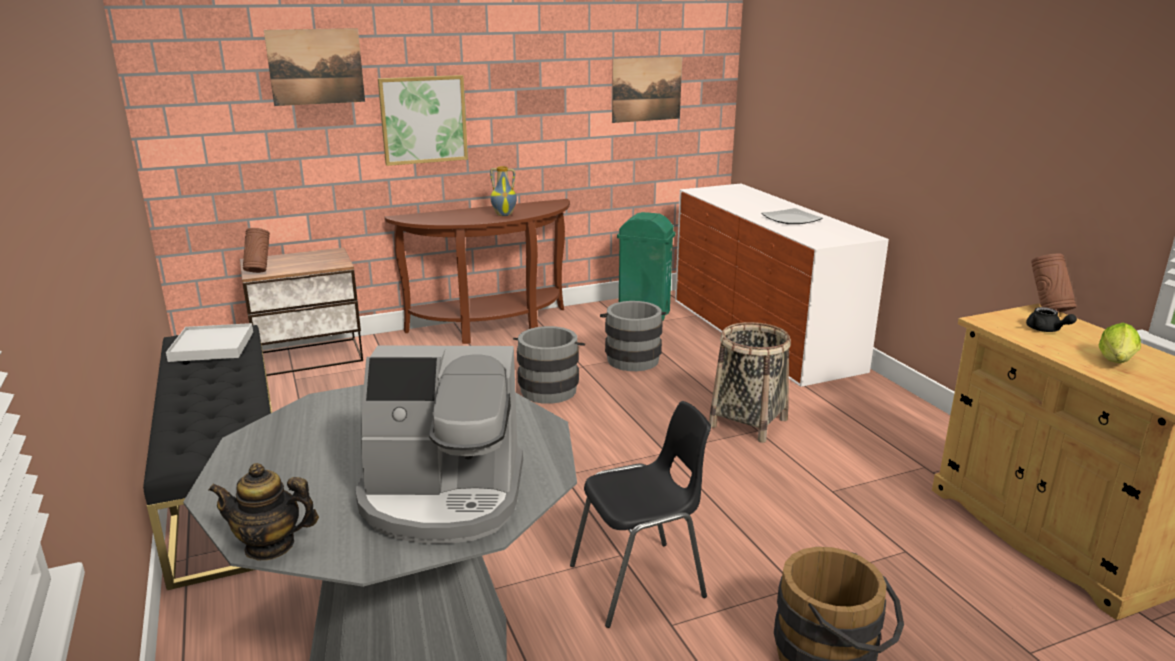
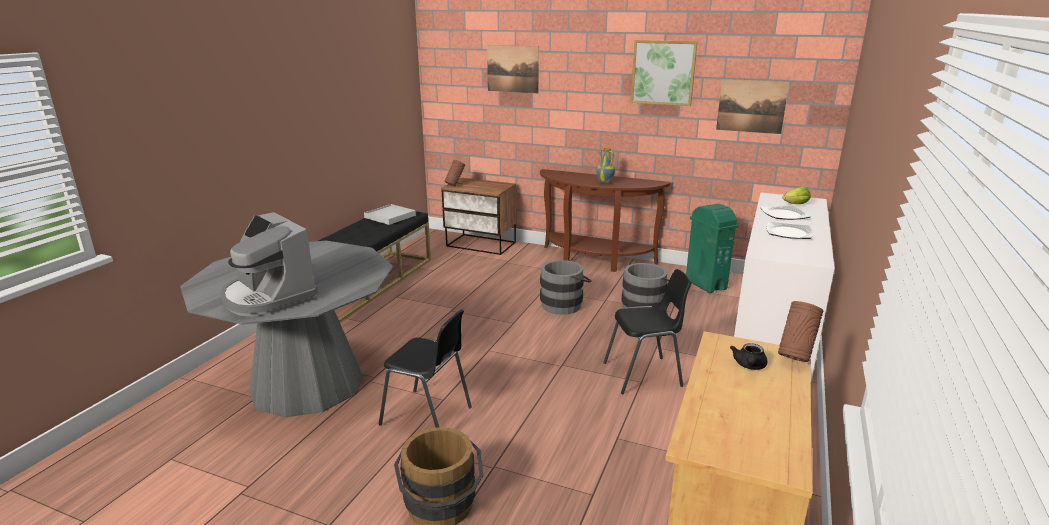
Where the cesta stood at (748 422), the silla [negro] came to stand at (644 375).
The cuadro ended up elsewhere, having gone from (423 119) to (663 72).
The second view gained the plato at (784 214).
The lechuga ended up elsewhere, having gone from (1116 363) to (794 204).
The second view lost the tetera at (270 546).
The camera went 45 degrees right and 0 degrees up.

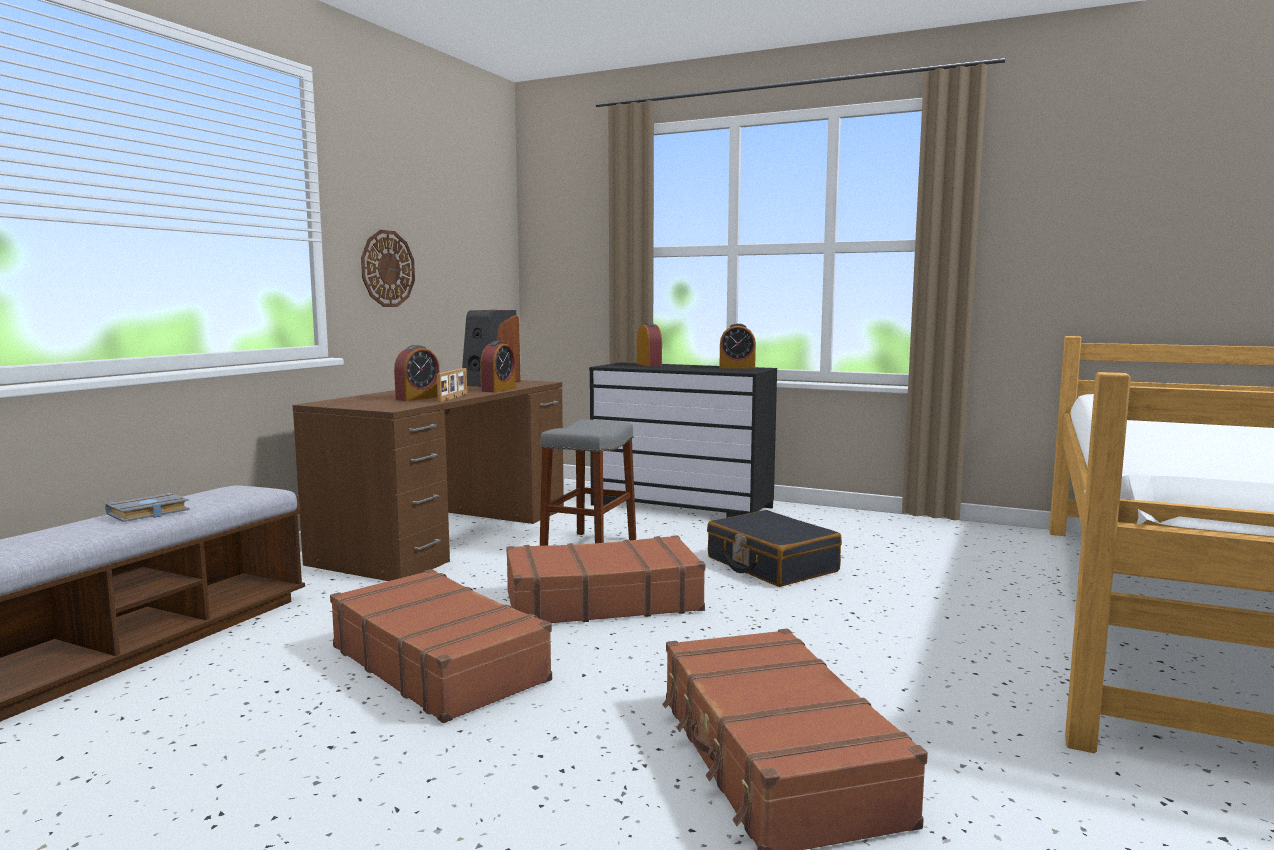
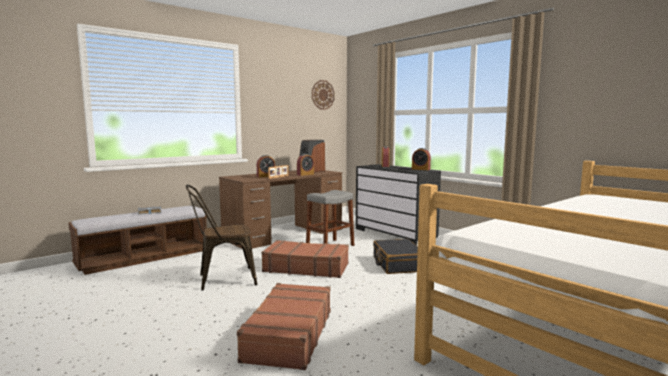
Where the maleta [marrón] stood at (439 663), the silla [marrón] came to stand at (222 279).
The reloj de pared ended up elsewhere, having gone from (387 268) to (322 95).
The camera went 25 degrees right and 0 degrees up.

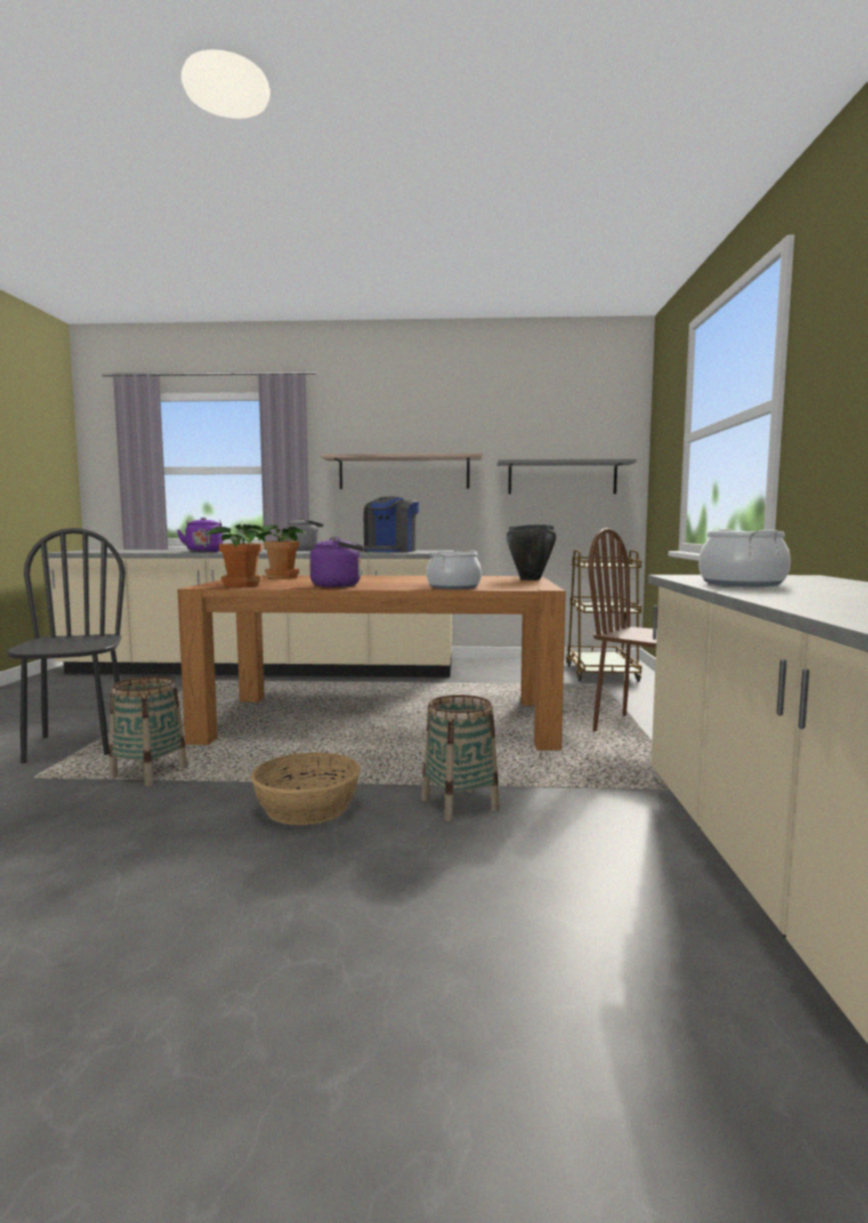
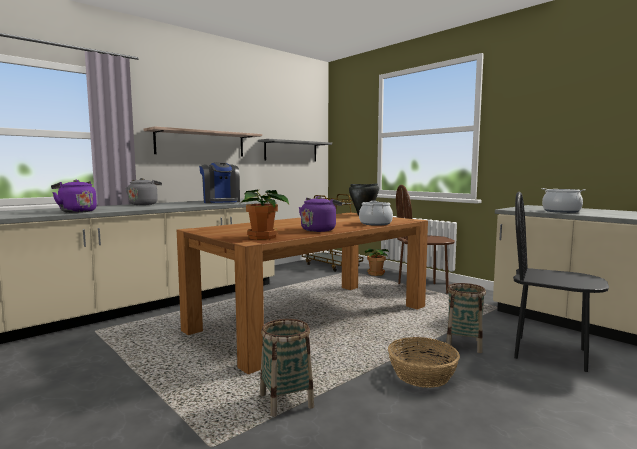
The planta en maceta ended up elsewhere, having gone from (283 577) to (376 273).
The silla [negro] ended up elsewhere, having gone from (76 746) to (550 353).
The camera went 45 degrees left and 0 degrees up.

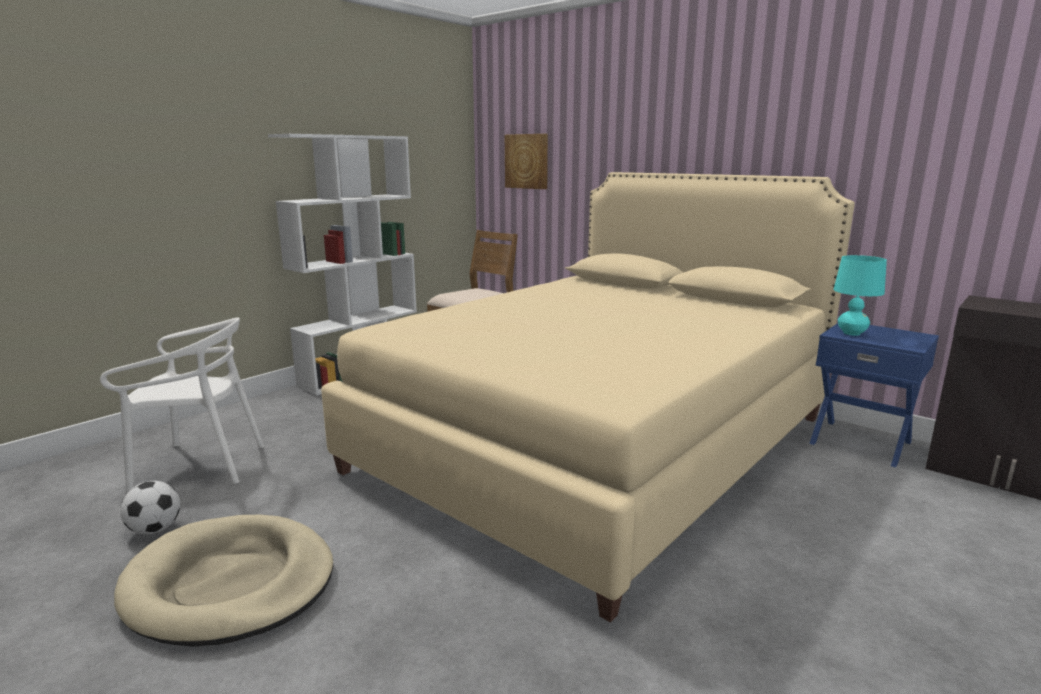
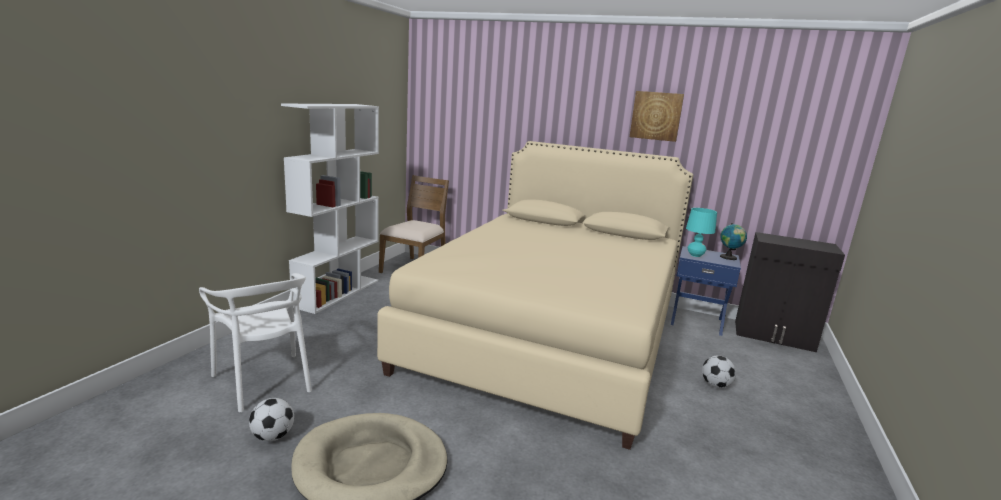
The silla [blanco] at (199 466) ended up facing another way, 75 degrees clockwise from before.
The cuadro ended up elsewhere, having gone from (527 161) to (656 116).
The second view gained the balón de fútbol at (715 385).
The second view gained the globo terráqueo at (729 257).
The camera went 20 degrees left and 0 degrees up.

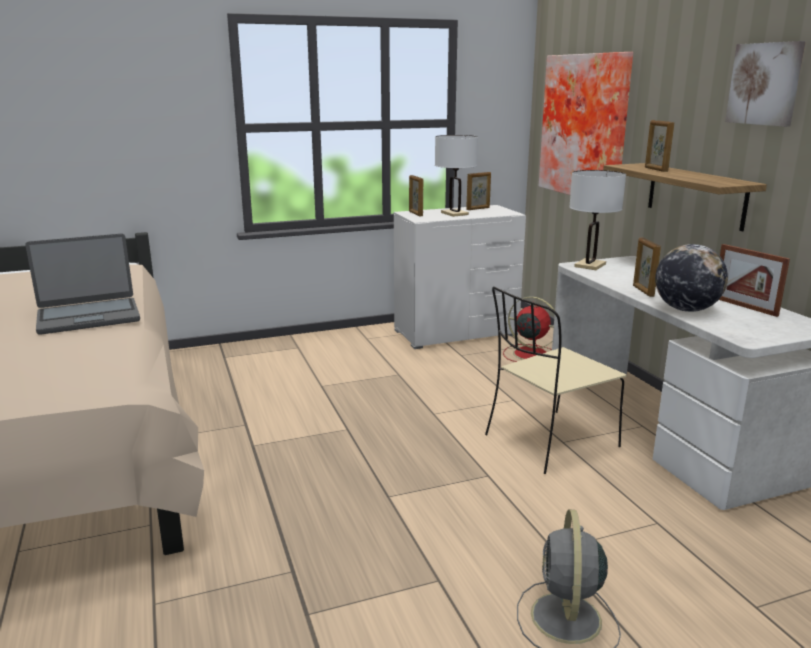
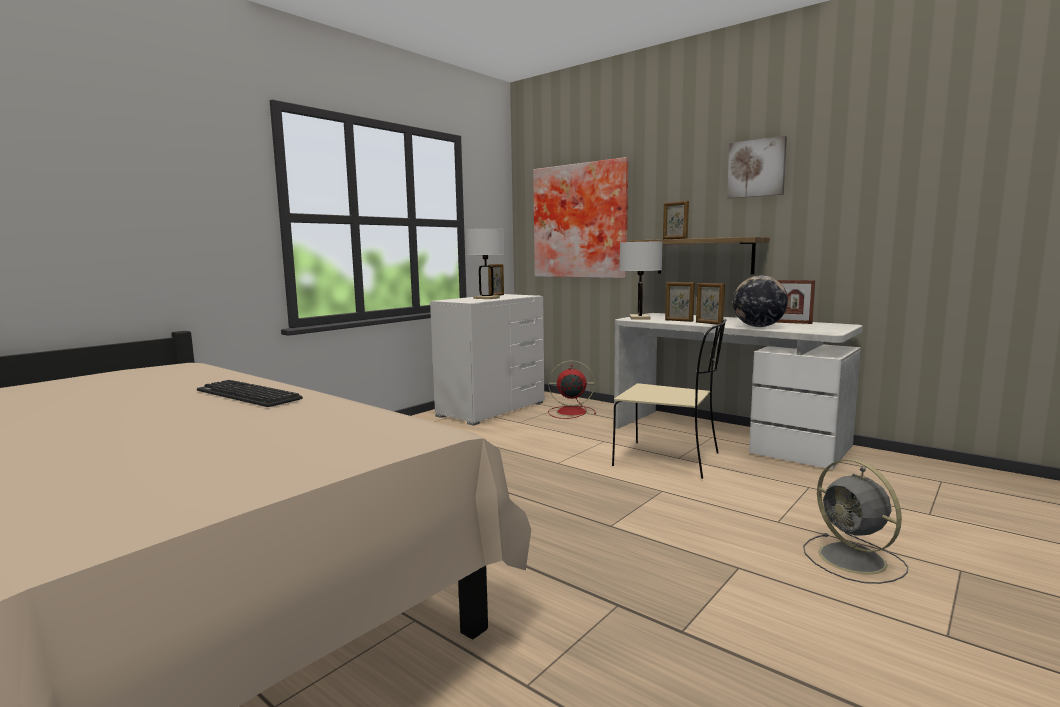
Where the portátil stood at (88 317), the teclado came to stand at (248 395).
The silla [beis] at (548 442) ended up facing another way, 90 degrees counterclockwise from before.
The portarretratos ended up elsewhere, having gone from (415 214) to (678 320).
The camera went 30 degrees left and 10 degrees down.

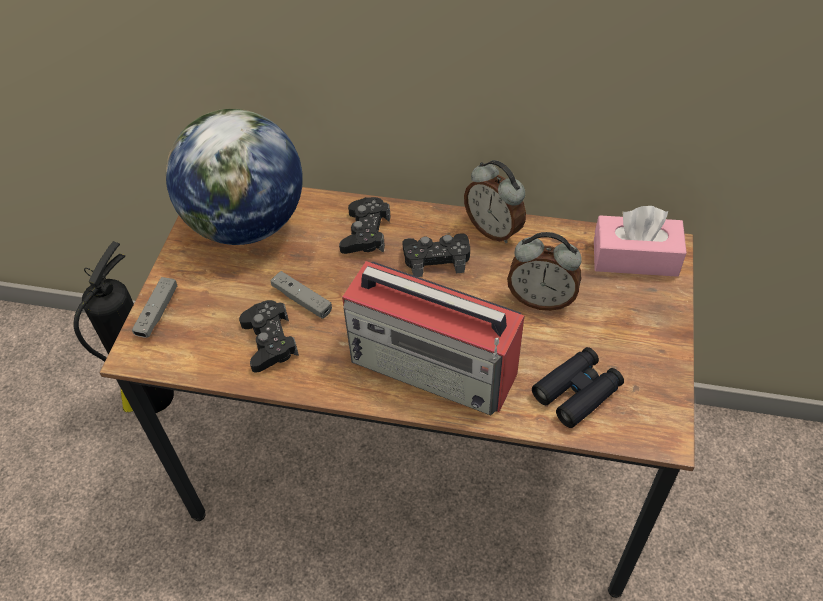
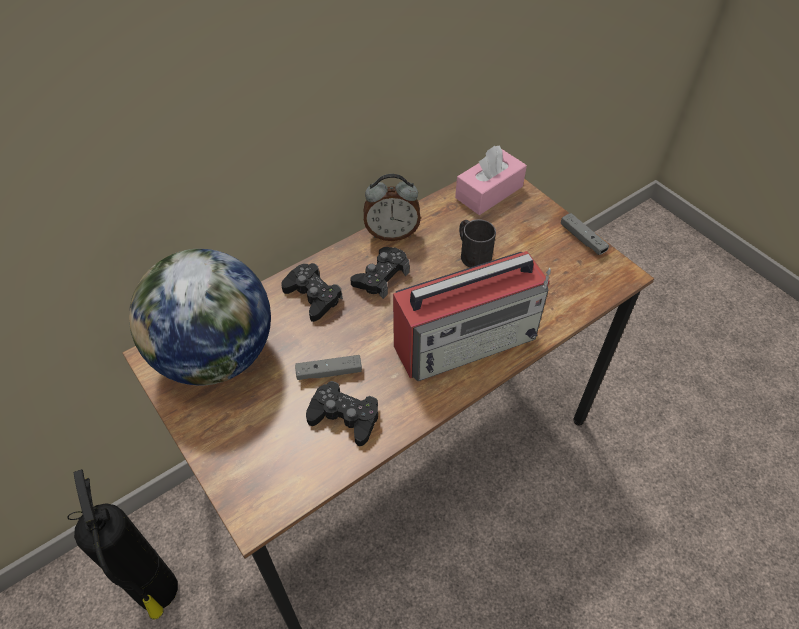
Where the despertador stood at (541 299), the taza grande [negro] came to stand at (472 253).
The mando de consola [gris] ended up elsewhere, having gone from (157 312) to (582 239).
The second view lost the prismáticos [negro] at (577 392).
The camera went 50 degrees left and 0 degrees up.

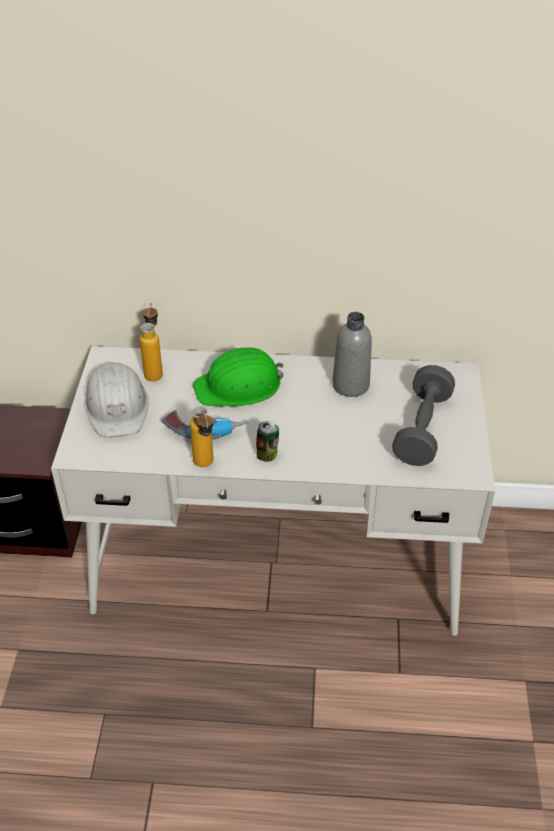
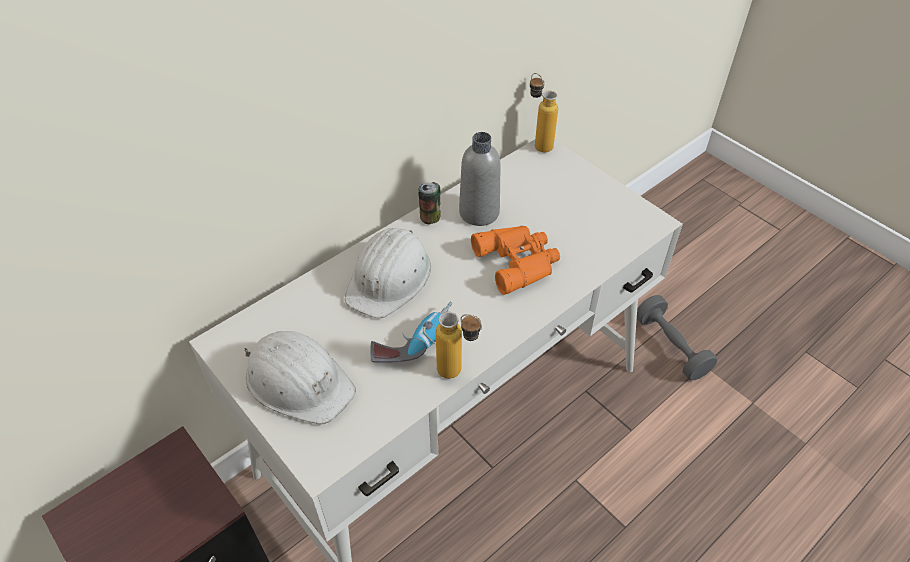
What was the casco [verde] at (239 386) turned into the casco [blanco] at (390 278).
The lata ended up elsewhere, having gone from (267 455) to (430 217).
The second view gained the prismáticos [naranja] at (518 261).
The botella ended up elsewhere, having gone from (155 370) to (538 143).
The mancuerna [gris] ended up elsewhere, having gone from (422 429) to (671 346).
The camera went 45 degrees left and 5 degrees up.

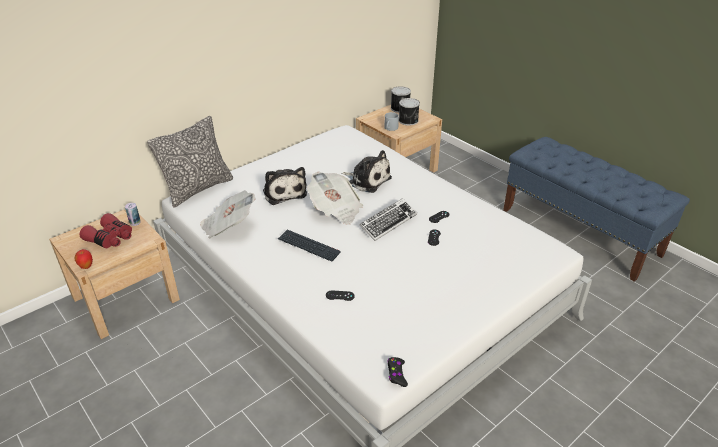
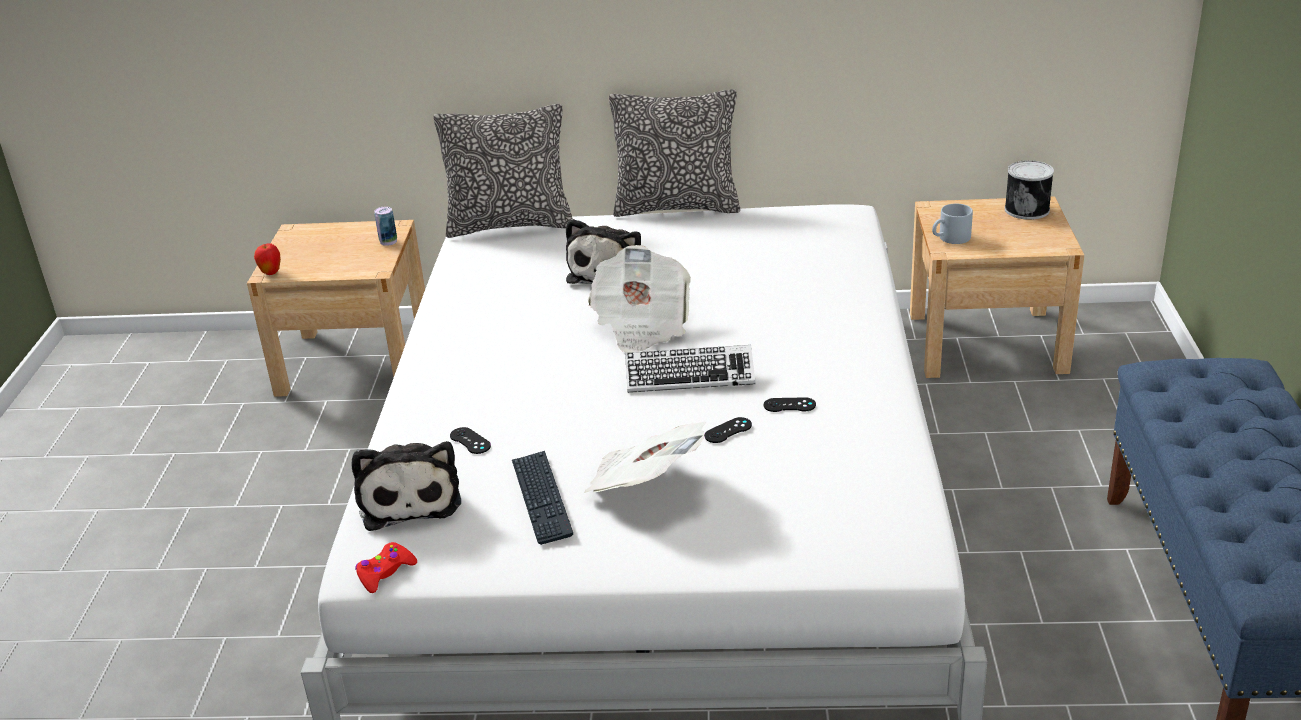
The peluche ended up elsewhere, having gone from (367 180) to (410 498).
What was the mando de consola [negro] at (396 374) turned into the mando de consola [rojo] at (385 573).
The teclado ended up elsewhere, having gone from (308 246) to (541 498).
The periódico ended up elsewhere, having gone from (228 226) to (646 484).
The second view gained the cojín at (677 207).
The second view lost the prismáticos [rojo] at (111 238).
The second view lost the lata at (408 121).
The camera went 45 degrees right and 5 degrees down.

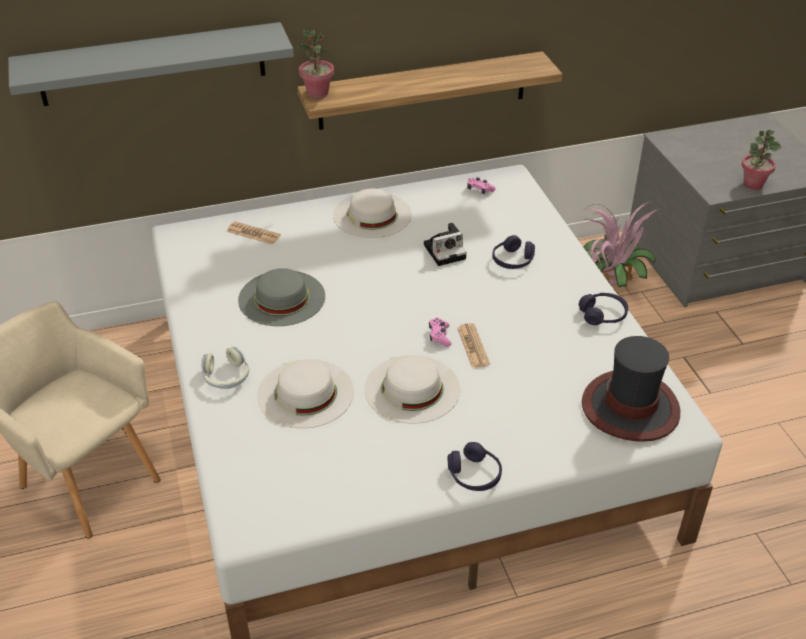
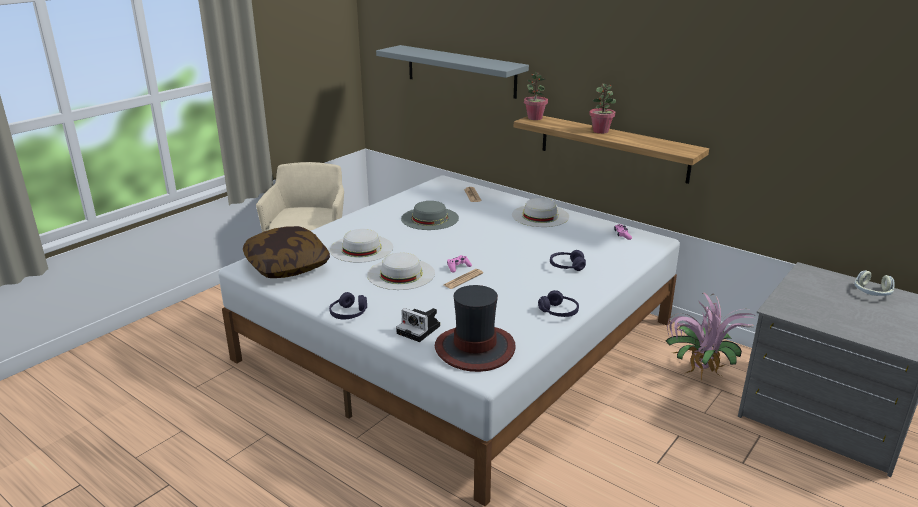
The second view gained the cojín at (287 266).
The cámara ended up elsewhere, having gone from (446 251) to (420 330).
The planta en maceta ended up elsewhere, having gone from (753 184) to (600 131).
The auriculares ended up elsewhere, having gone from (226 377) to (872 292).
The camera went 55 degrees right and 15 degrees down.

